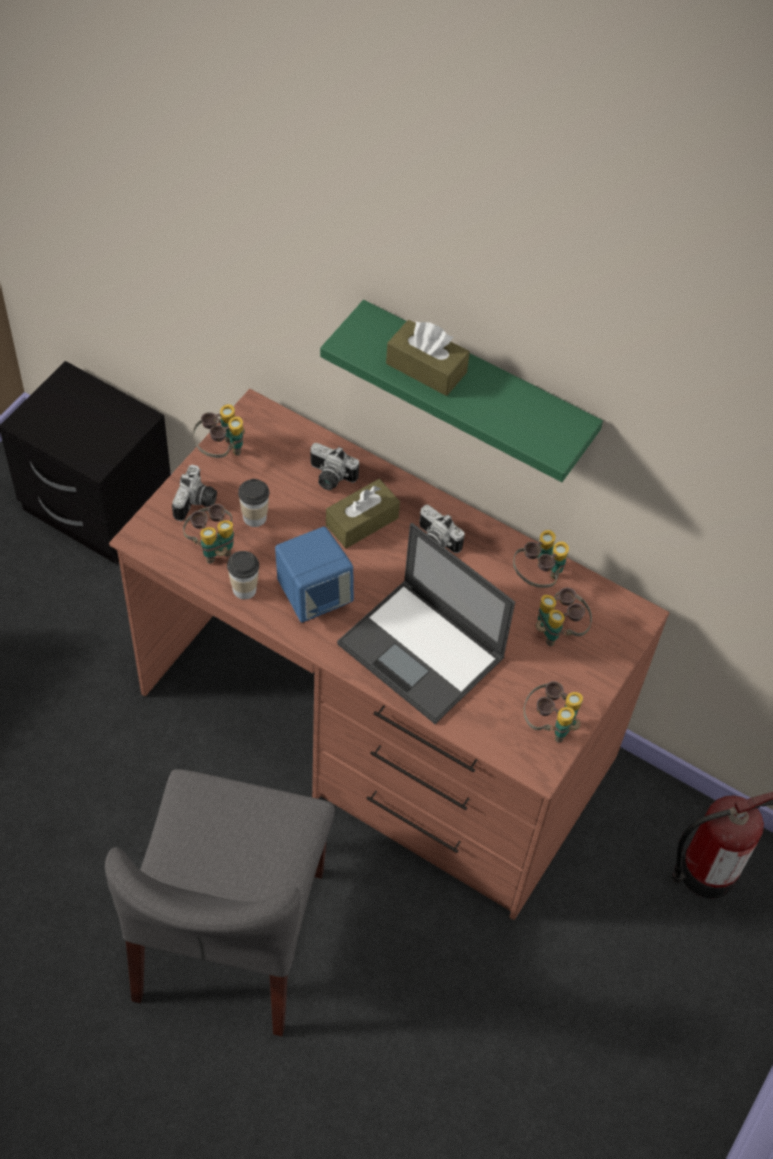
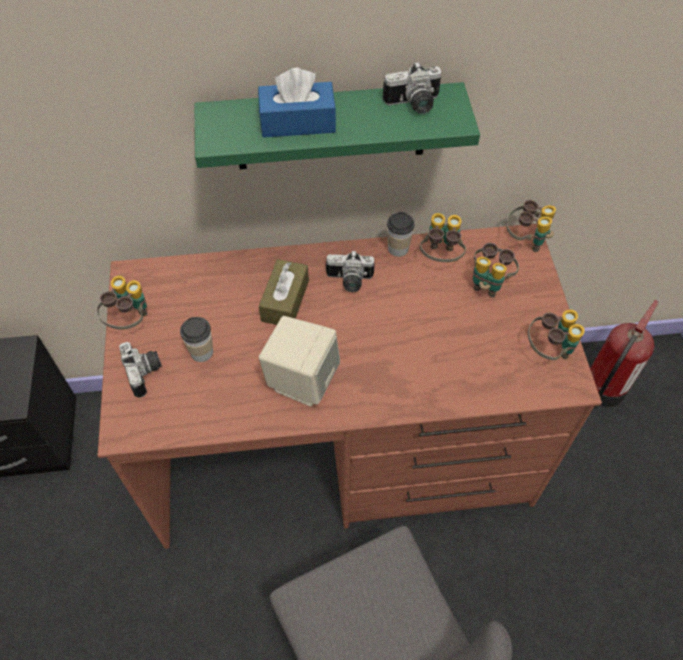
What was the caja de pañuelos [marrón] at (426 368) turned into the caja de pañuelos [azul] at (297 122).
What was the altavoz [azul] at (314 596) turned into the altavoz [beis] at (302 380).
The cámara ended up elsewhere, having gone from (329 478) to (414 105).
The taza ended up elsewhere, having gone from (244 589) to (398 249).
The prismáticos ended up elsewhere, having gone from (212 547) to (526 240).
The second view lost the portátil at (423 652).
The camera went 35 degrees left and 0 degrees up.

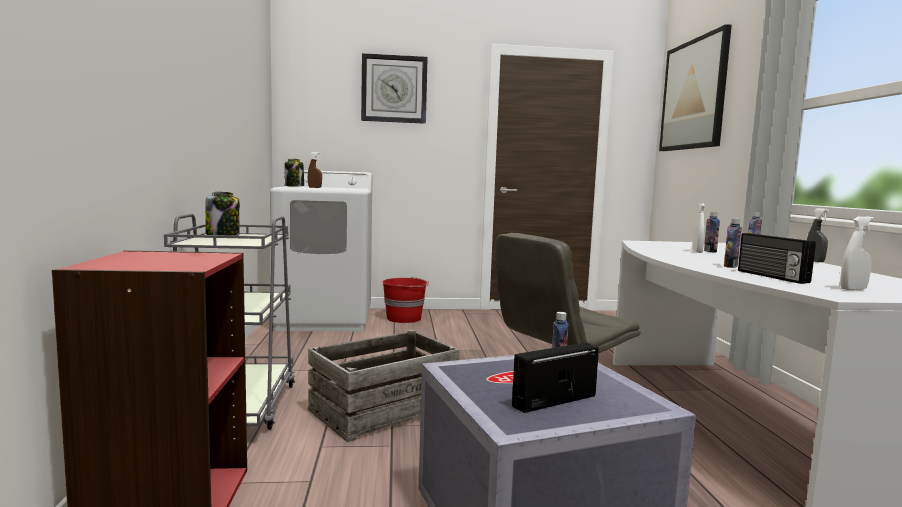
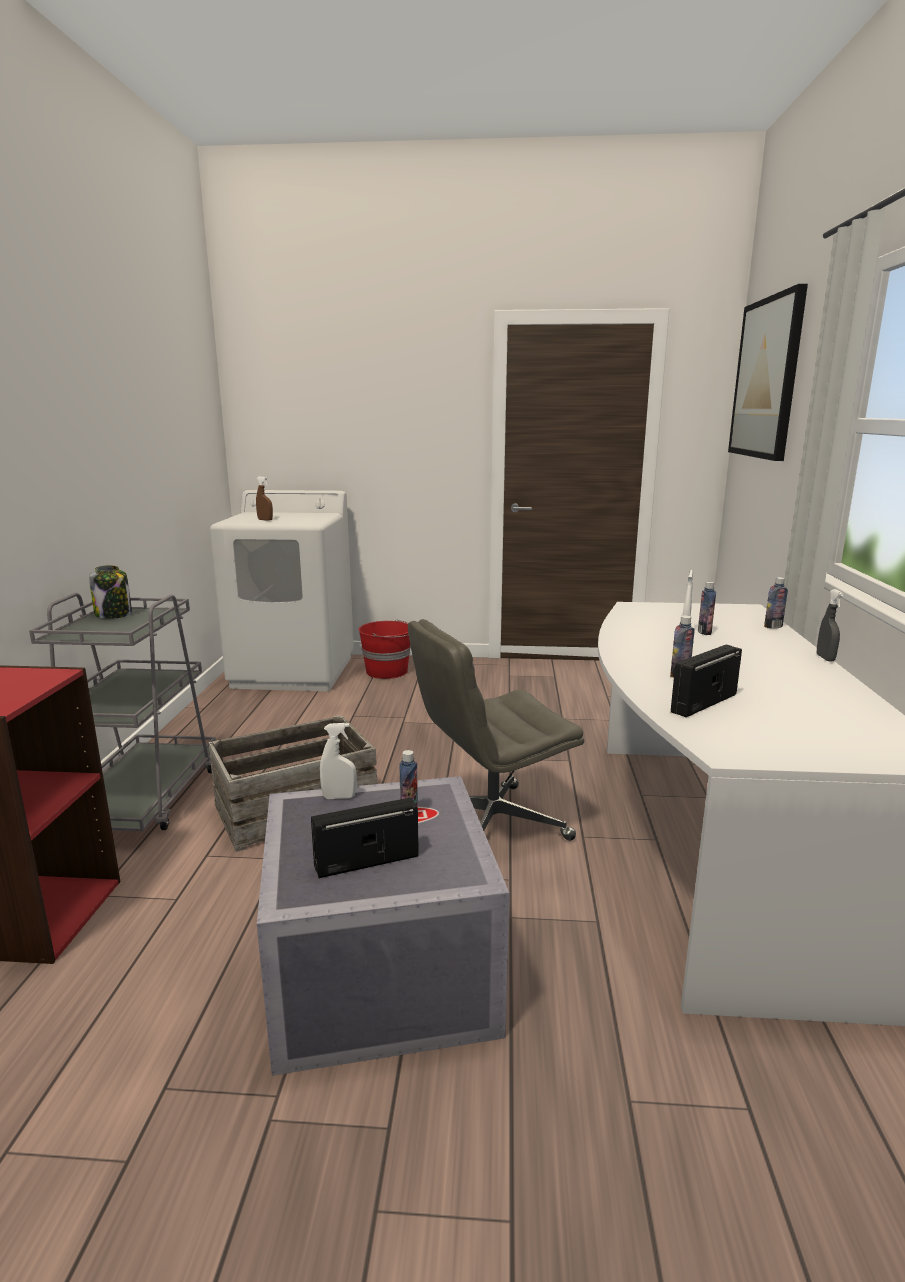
The pulverizador [blanco] ended up elsewhere, having gone from (853 289) to (339 797).
The radio at (771 276) ended up facing another way, 60 degrees clockwise from before.
The second view lost the tarro at (294 186).
The second view lost the reloj de pared at (394 89).
The camera went 10 degrees right and 10 degrees up.

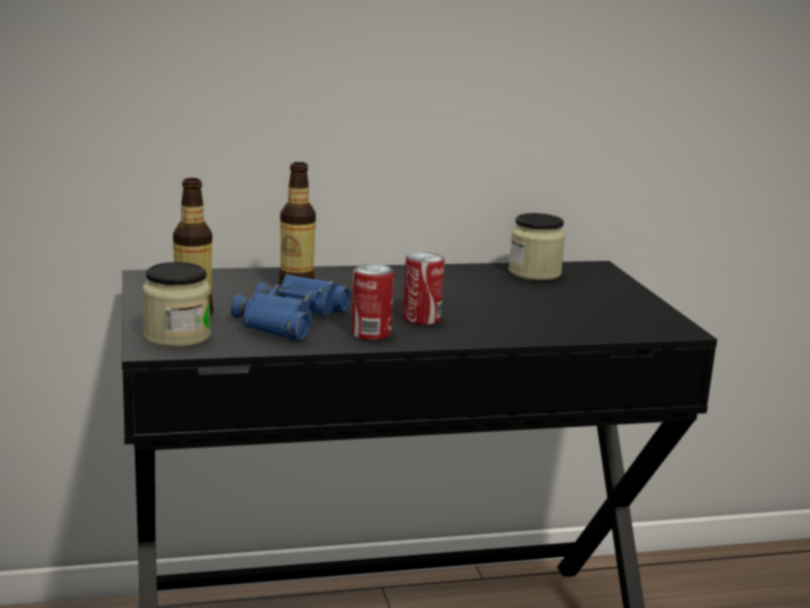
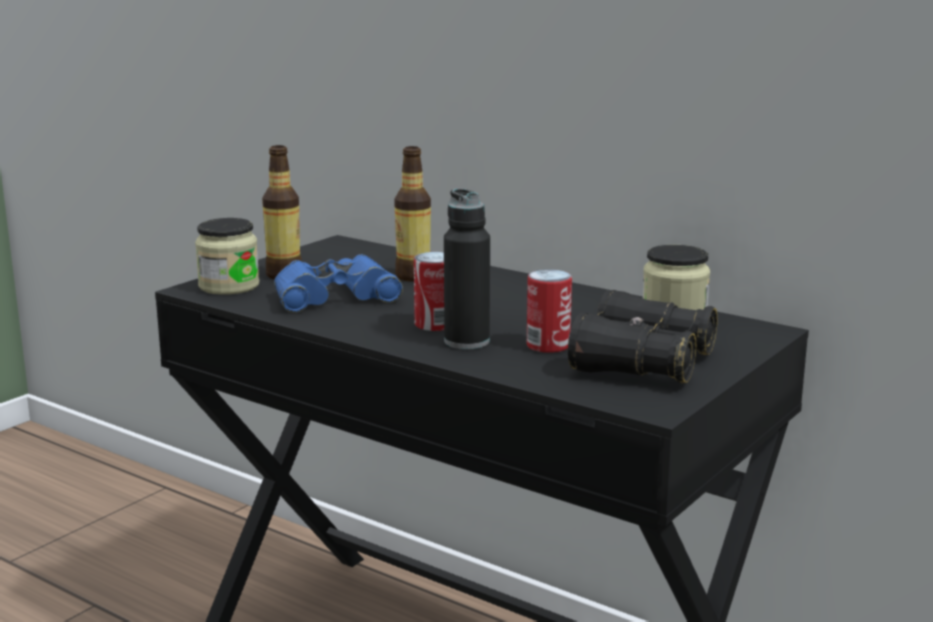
The second view gained the botella [negro] at (467 342).
The lata ended up elsewhere, having gone from (371 334) to (548 346).
The second view gained the prismáticos [negro] at (642 363).
The camera went 50 degrees right and 0 degrees up.

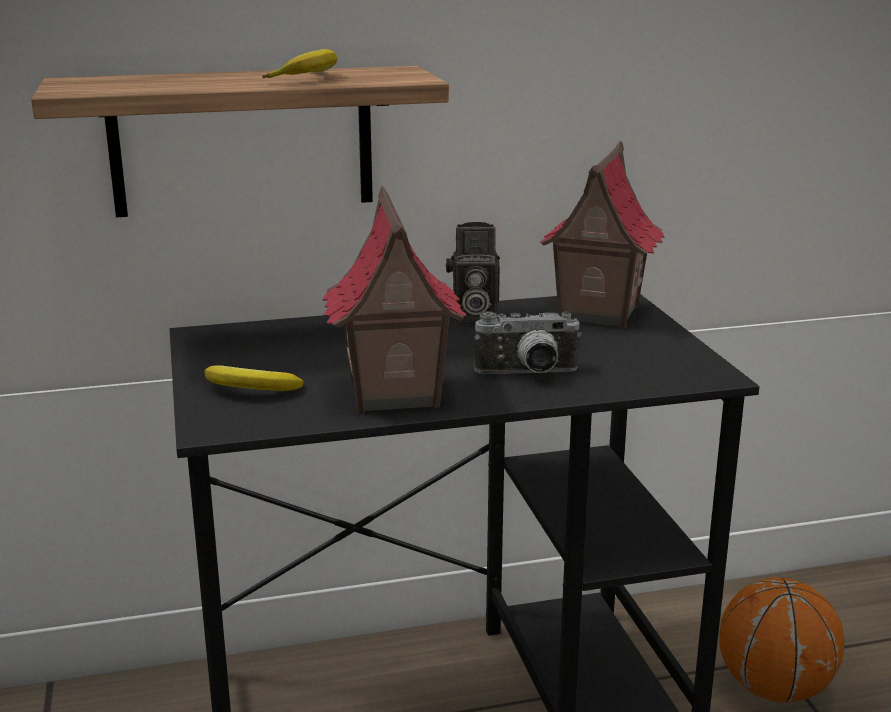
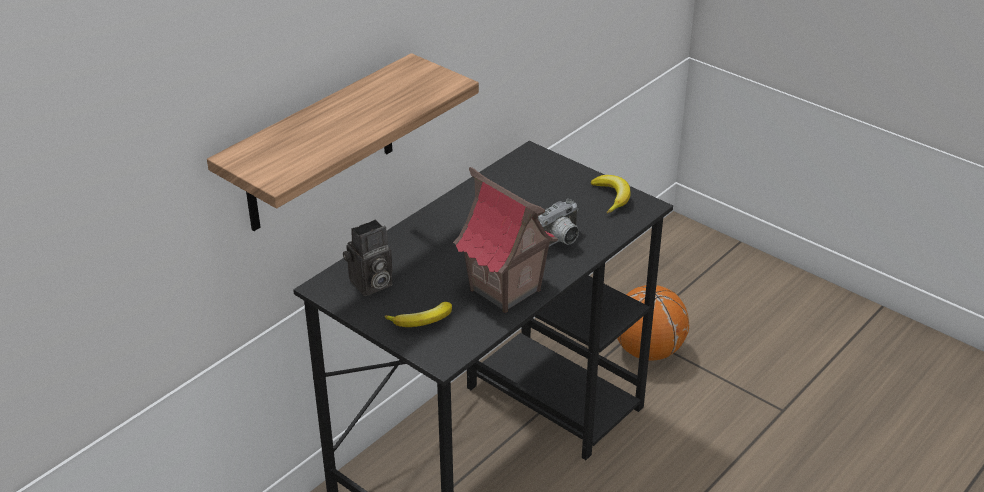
The cámara ended up elsewhere, having gone from (472 316) to (370 285).
The plátano ended up elsewhere, having gone from (309 78) to (612 197).
The second view lost the casita at (597 313).
The camera went 35 degrees left and 15 degrees up.

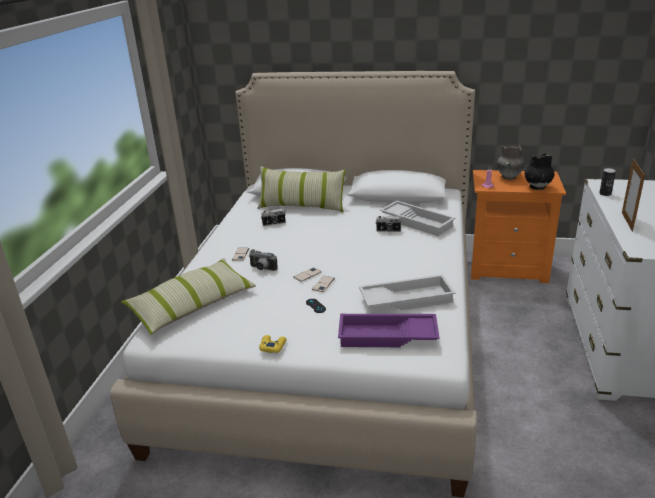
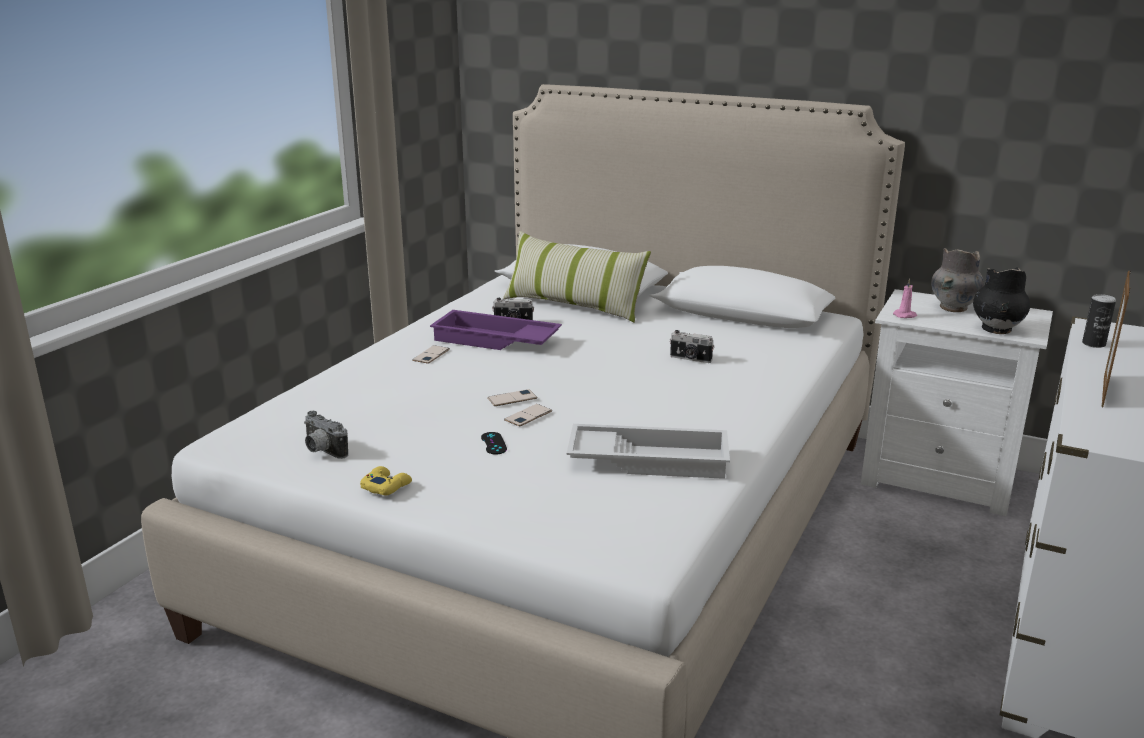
The cámara ended up elsewhere, having gone from (262 269) to (321 451).
The bandeja [morado] ended up elsewhere, having gone from (387 337) to (494 340).
What was the mesita de noche [naranja] at (508 268) turned into the mesita de noche [blanco] at (939 479).
The second view lost the cojín at (192 305).
The second view lost the bandeja [blanco] at (417 222).
The camera went 15 degrees right and 5 degrees down.

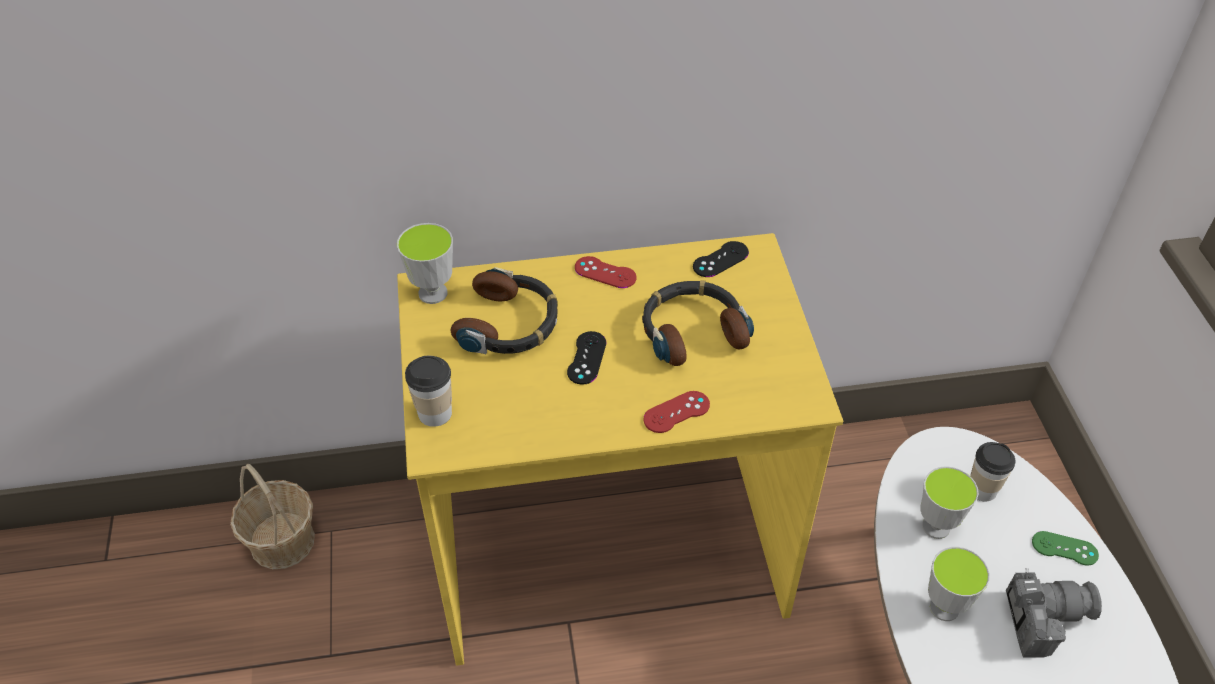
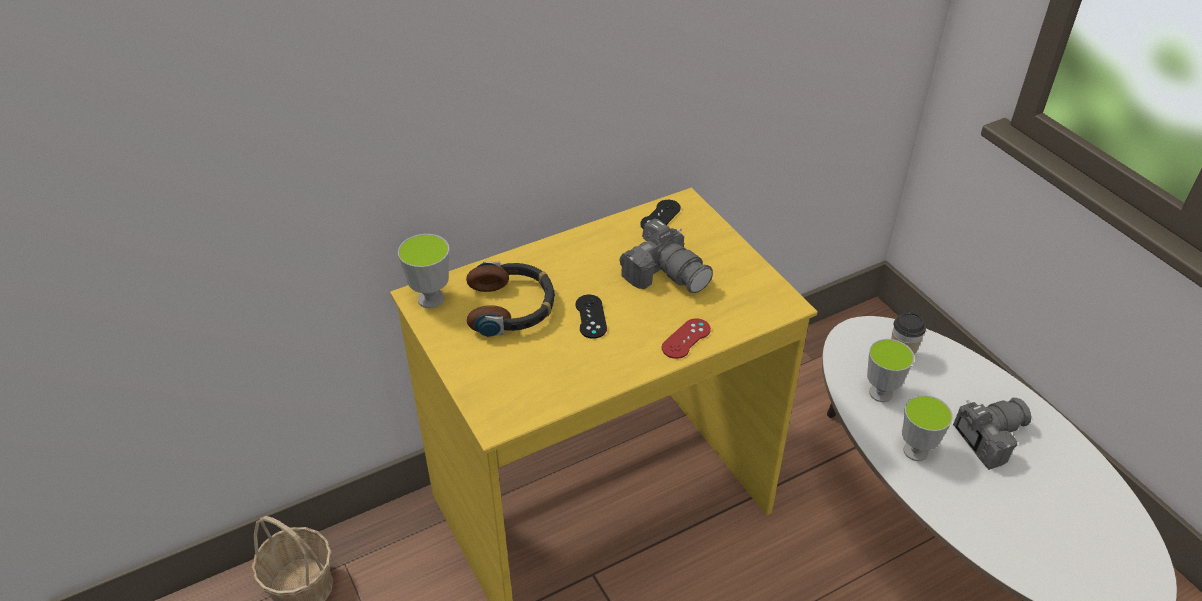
Where the auriculares stood at (692 330), the cámara came to stand at (666 274).
The second view lost the taza at (435 413).
The second view lost the mando de consola [rojo] at (605 272).
The second view lost the mando de consola [verde] at (1064 548).
The camera went 20 degrees left and 5 degrees down.

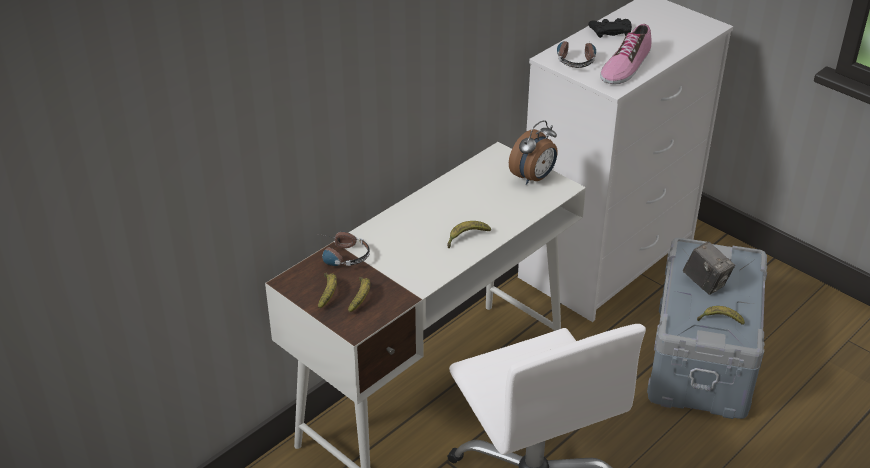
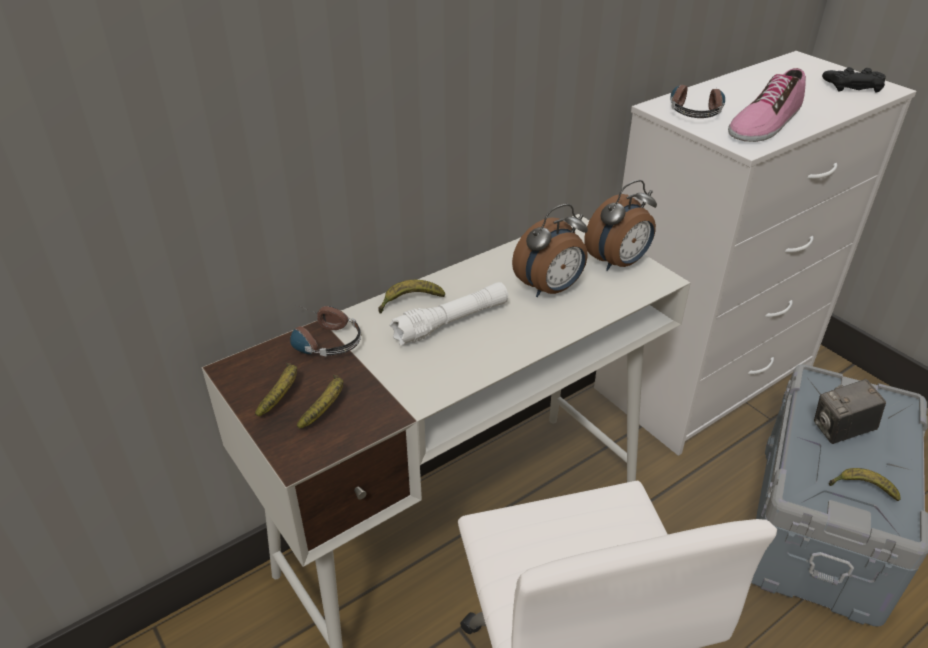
The plátano ended up elsewhere, having gone from (466 237) to (409 302).
The second view gained the linterna [blanco] at (451 322).
The second view gained the despertador at (550 289).
The cámara at (705 283) ended up facing another way, 105 degrees clockwise from before.
The mando de consola [negro] ended up elsewhere, having gone from (610 31) to (853 85).
The camera went 10 degrees right and 0 degrees up.

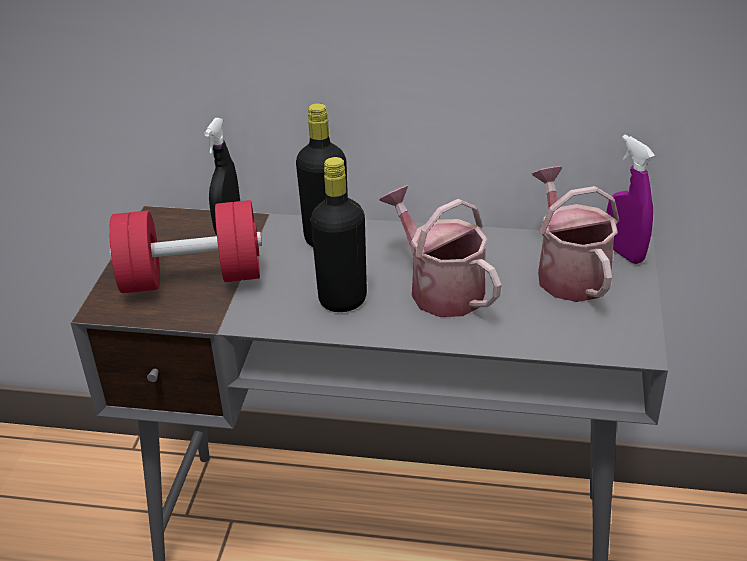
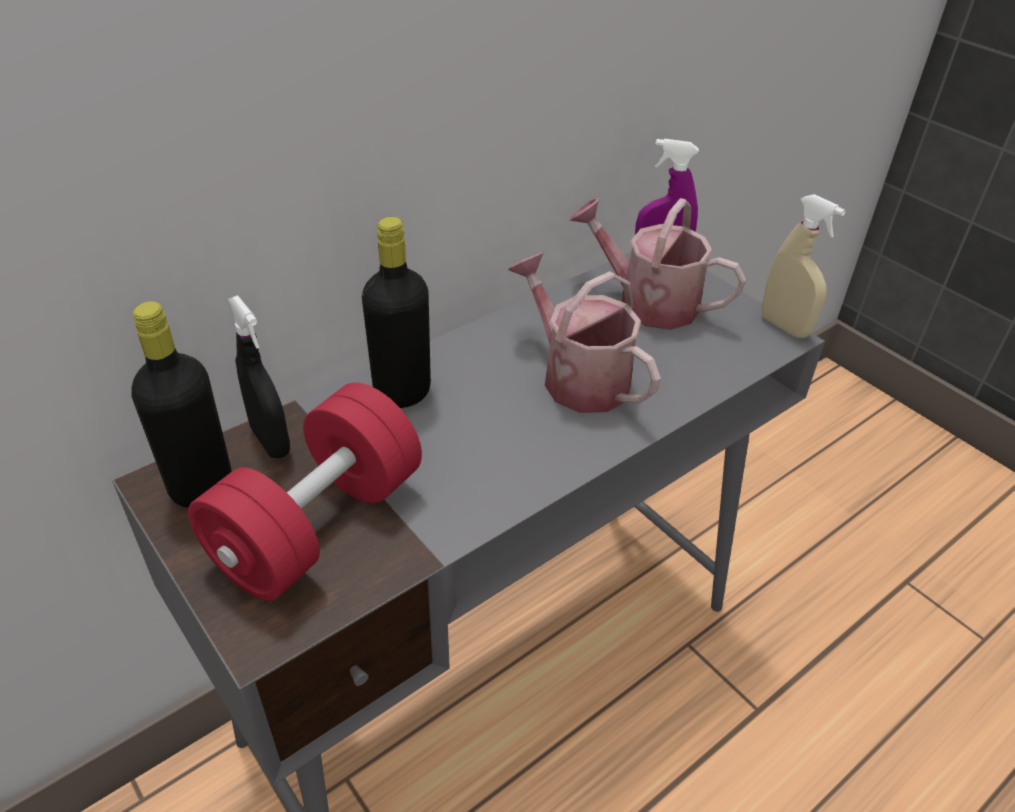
The botella [negro] ended up elsewhere, having gone from (342 300) to (201 486).
The regadera at (440 288) ended up facing another way, 45 degrees clockwise from before.
The second view gained the pulverizador [beis] at (784 326).
The camera went 50 degrees left and 5 degrees up.

